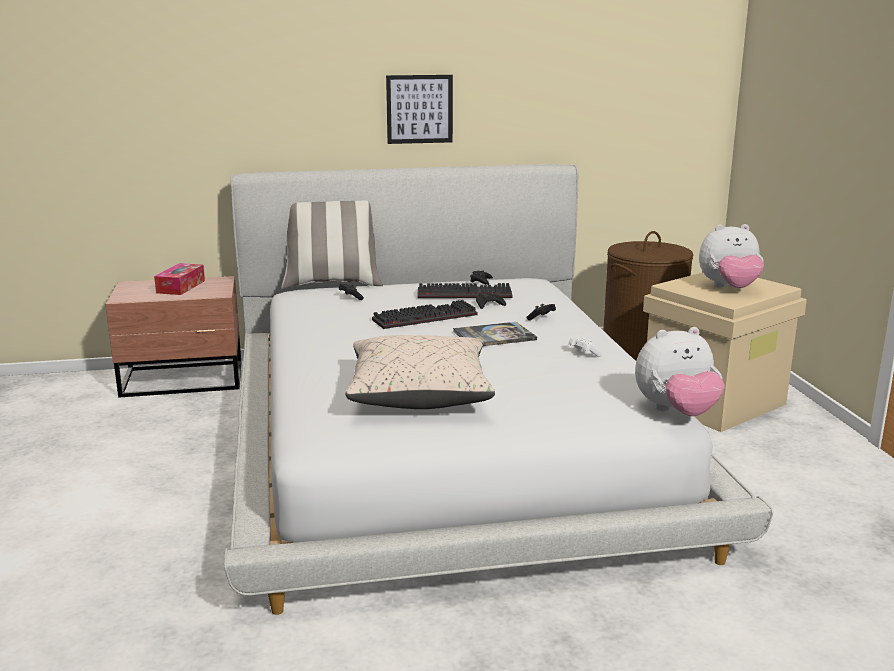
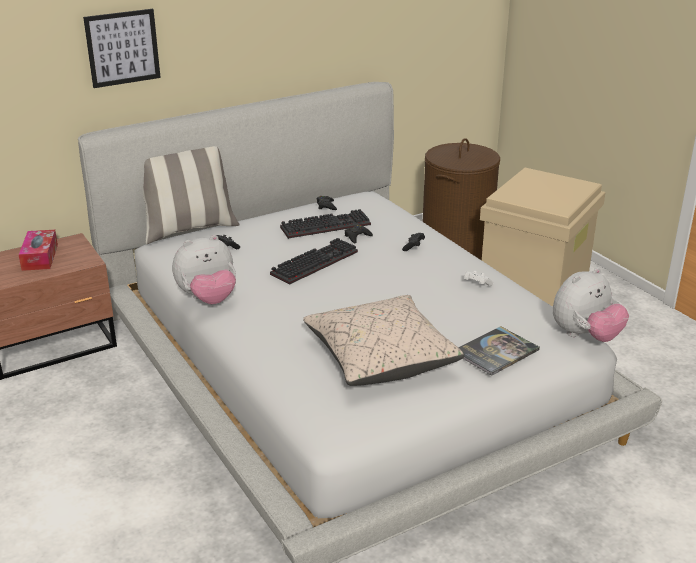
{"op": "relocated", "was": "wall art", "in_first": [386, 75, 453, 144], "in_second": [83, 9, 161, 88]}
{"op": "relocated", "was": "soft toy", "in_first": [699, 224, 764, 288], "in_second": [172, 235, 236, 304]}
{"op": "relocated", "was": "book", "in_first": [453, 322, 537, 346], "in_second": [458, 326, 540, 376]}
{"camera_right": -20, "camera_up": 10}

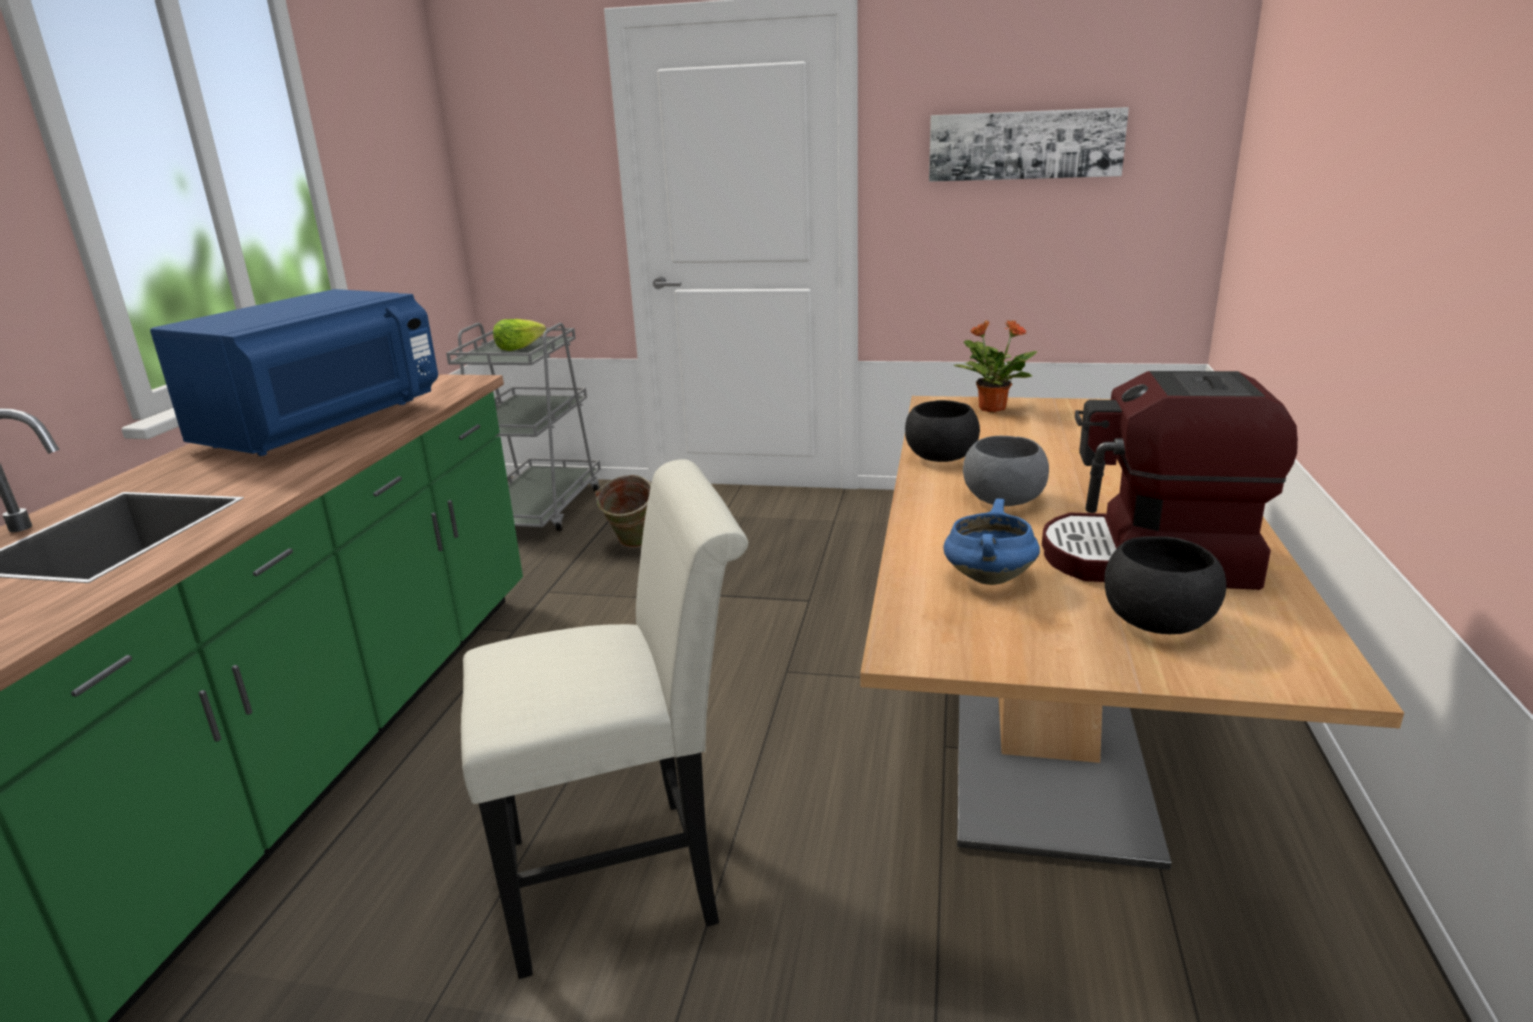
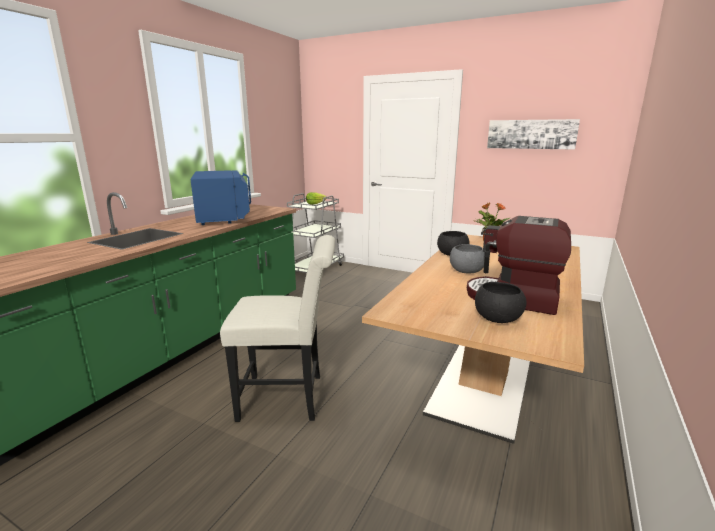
{"op": "spun", "was": "bluish kitchen microwave", "in_first": [150, 289, 438, 456], "in_second": [191, 170, 251, 225], "clockwise": -60}
{"op": "missing", "was": "green-coloured water bucket", "in_first": [595, 475, 652, 548]}
{"op": "missing", "was": "bluish cooking pot", "in_first": [943, 498, 1040, 585]}
{"camera_right": 15, "camera_up": -5}

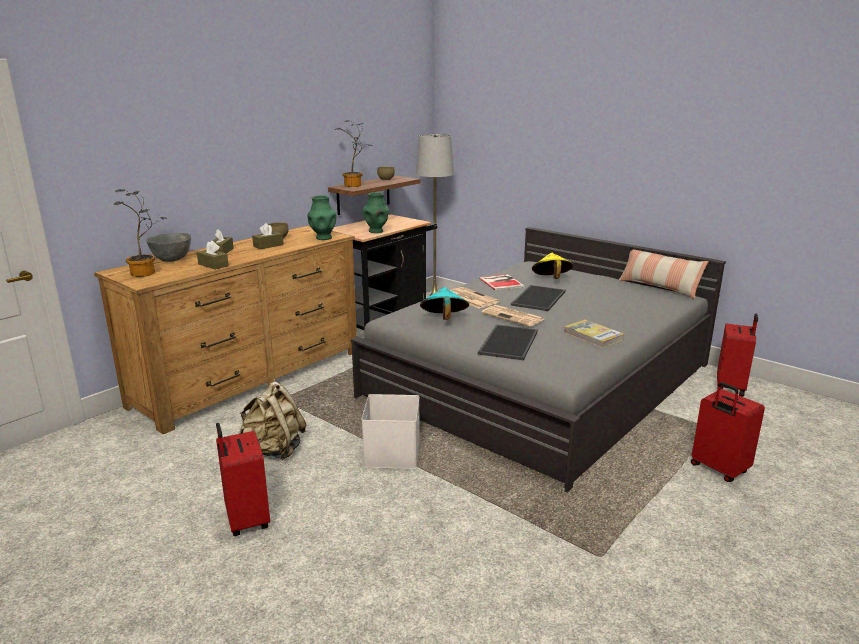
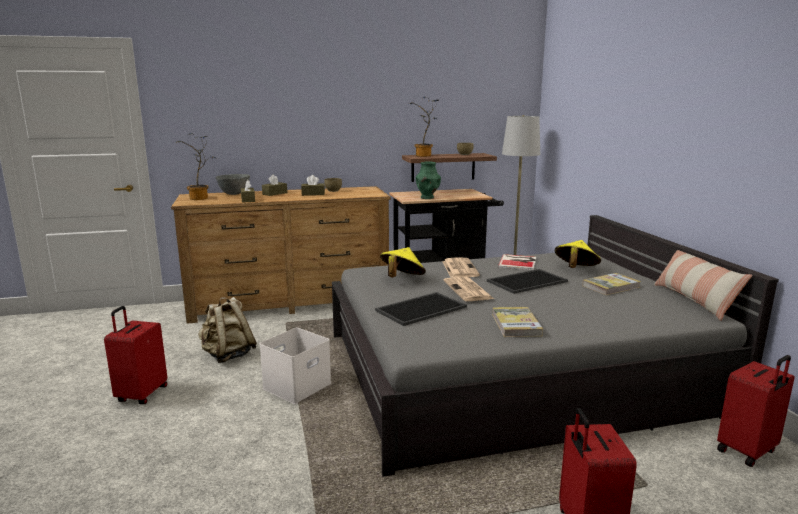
{"op": "missing", "was": "green-coloured decorative vase", "in_first": [308, 195, 337, 240]}
{"op": "colour", "was": "blue-green hat", "now": "yellow hat", "in_first": [420, 287, 469, 320], "in_second": [380, 247, 426, 277]}
{"op": "appeared", "now": "book", "in_second": [582, 273, 641, 295]}
{"camera_right": 35, "camera_up": -5}

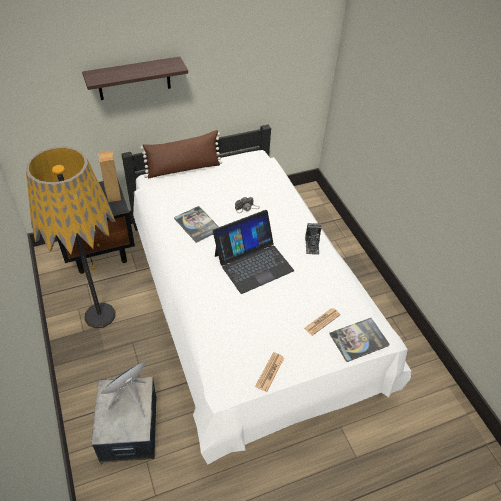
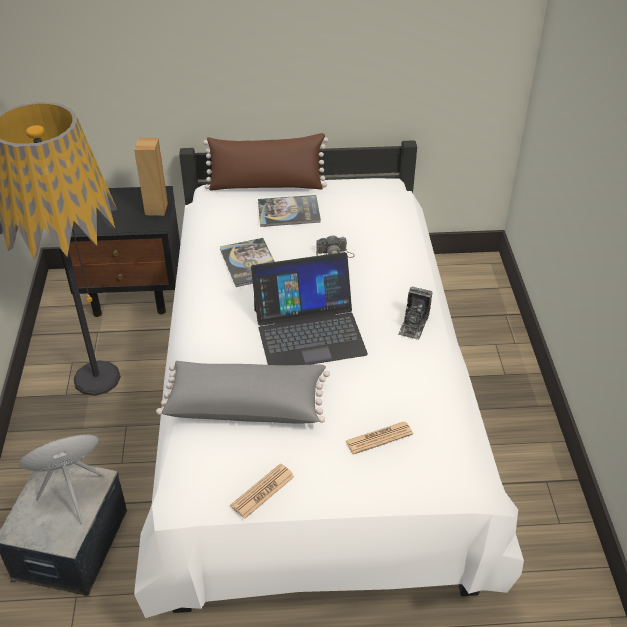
{"op": "missing", "was": "shelf", "in_first": [82, 56, 188, 100]}
{"op": "relocated", "was": "book", "in_first": [329, 318, 390, 362], "in_second": [258, 195, 321, 227]}
{"op": "appeared", "now": "gray cushion", "in_second": [156, 361, 330, 423]}
{"camera_right": 20, "camera_up": -5}

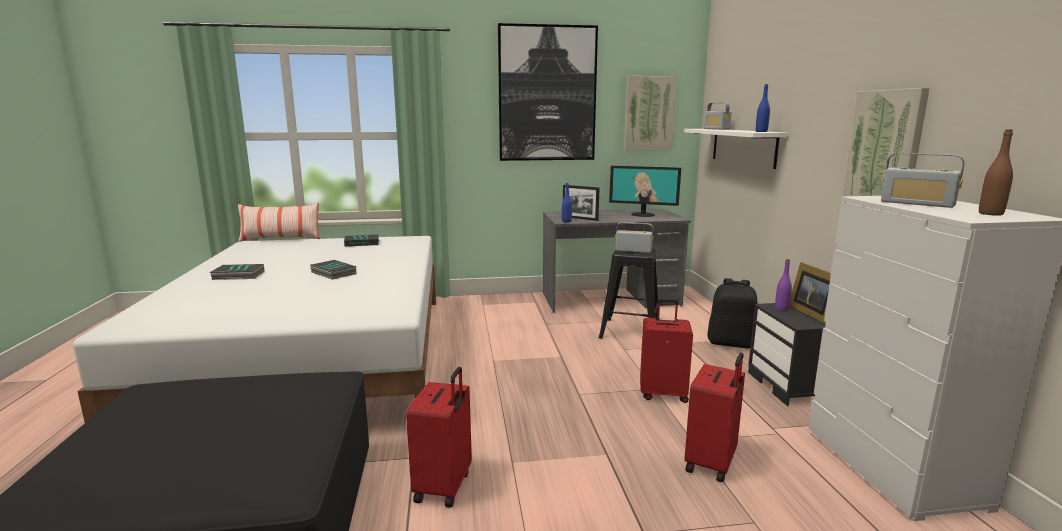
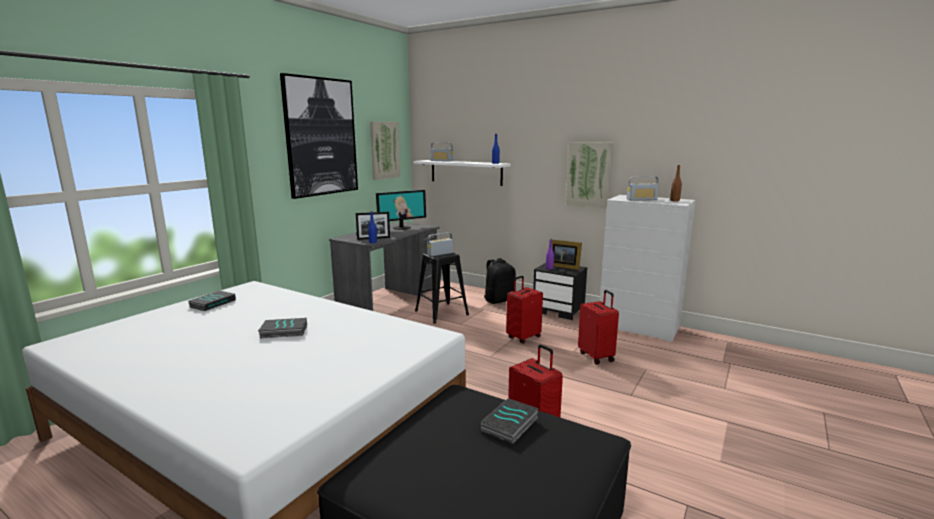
{"op": "missing", "was": "cushion", "in_first": [238, 203, 320, 242]}
{"op": "relocated", "was": "book", "in_first": [210, 264, 265, 280], "in_second": [481, 398, 539, 444]}
{"camera_right": -50, "camera_up": 0}

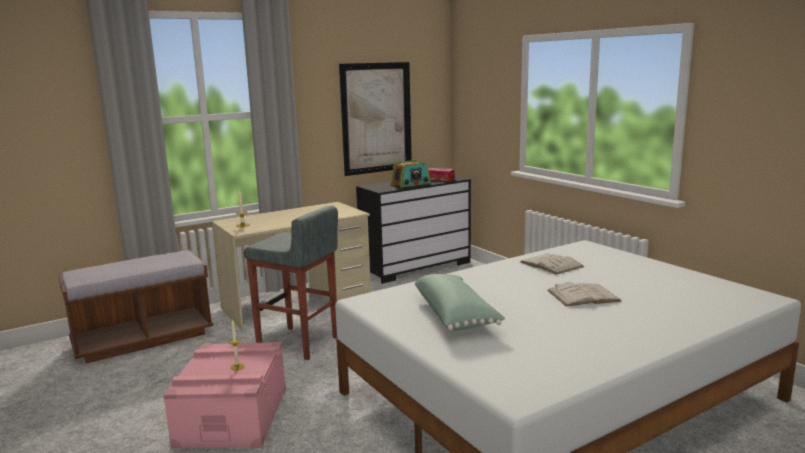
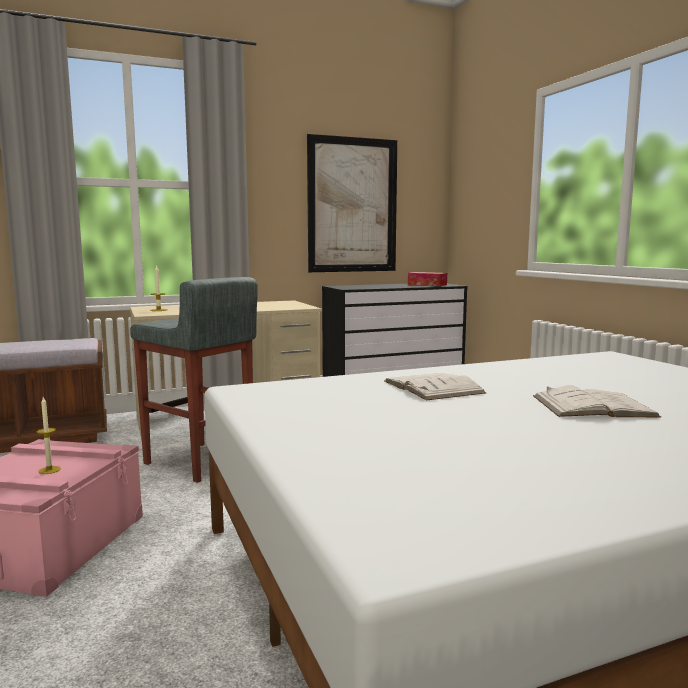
{"op": "missing", "was": "radio", "in_first": [391, 160, 431, 188]}
{"op": "relocated", "was": "white book", "in_first": [520, 254, 584, 275], "in_second": [385, 373, 486, 401]}
{"op": "missing", "was": "green-coloured cushion", "in_first": [415, 274, 505, 330]}
{"camera_right": 10, "camera_up": -5}

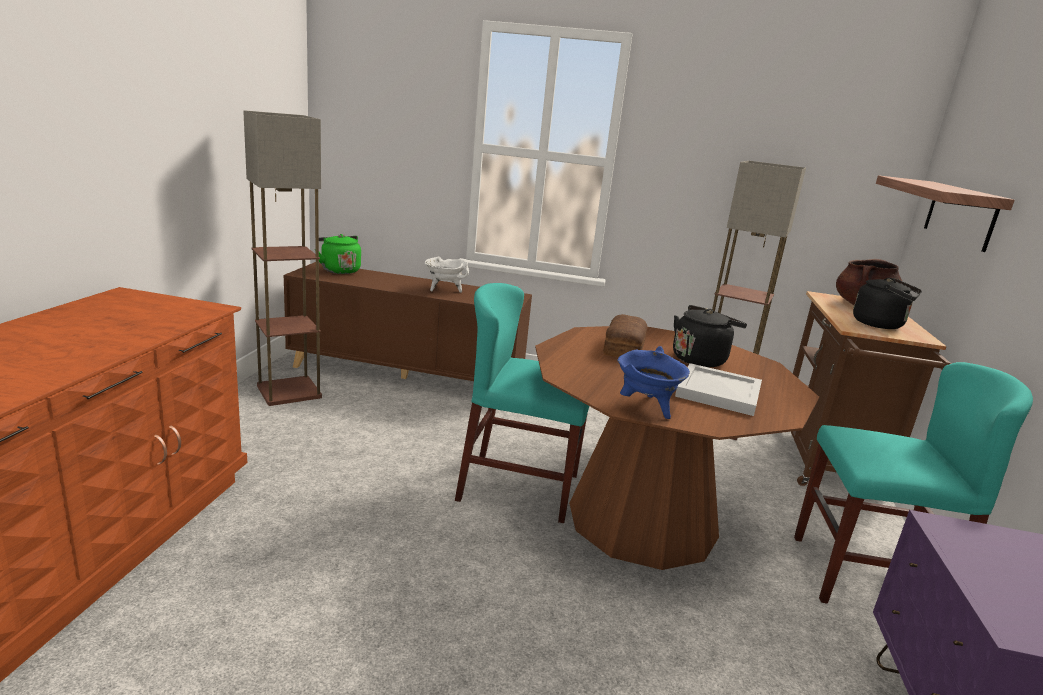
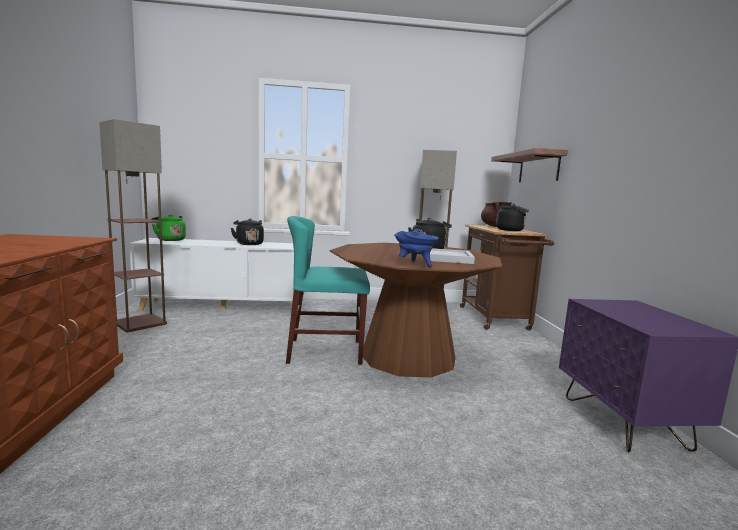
{"op": "exchanged", "was": "white cooking pot", "now": "black tea kettle", "in_first": [425, 257, 469, 293], "in_second": [231, 219, 264, 245]}
{"op": "colour", "was": "brown-coloured cabinet", "now": "white cabinet", "in_first": [283, 262, 532, 381], "in_second": [129, 238, 304, 311]}
{"op": "missing", "was": "bakery bread", "in_first": [603, 314, 647, 357]}
{"op": "missing", "was": "blue-green upright chair", "in_first": [794, 362, 1033, 604]}
{"camera_right": -15, "camera_up": -10}

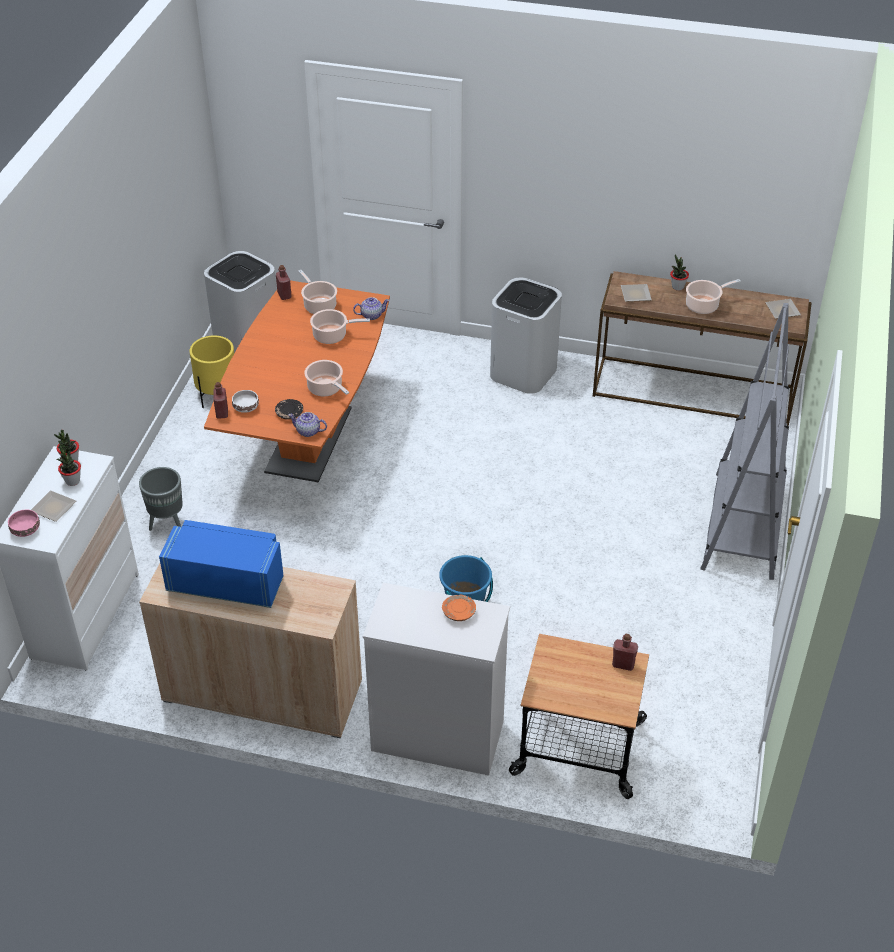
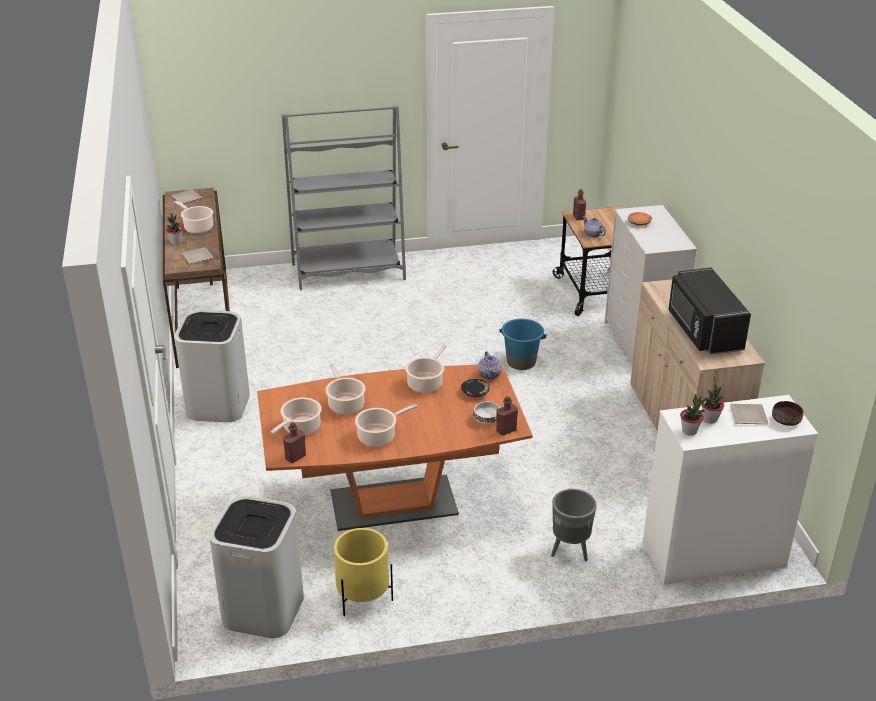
{"op": "relocated", "was": "pot for tea", "in_first": [353, 297, 389, 320], "in_second": [583, 216, 606, 238]}
{"op": "colour", "was": "pinkish serving bowl", "now": "brown-coloured serving bowl", "in_first": [8, 510, 40, 537], "in_second": [772, 401, 803, 426]}
{"op": "colour", "was": "bluish kitchen microwave", "now": "black kitchen microwave", "in_first": [159, 520, 284, 608], "in_second": [668, 267, 751, 355]}
{"op": "appeared", "now": "cooking pot", "in_second": [355, 404, 418, 447]}
{"camera_right": -115, "camera_up": -10}

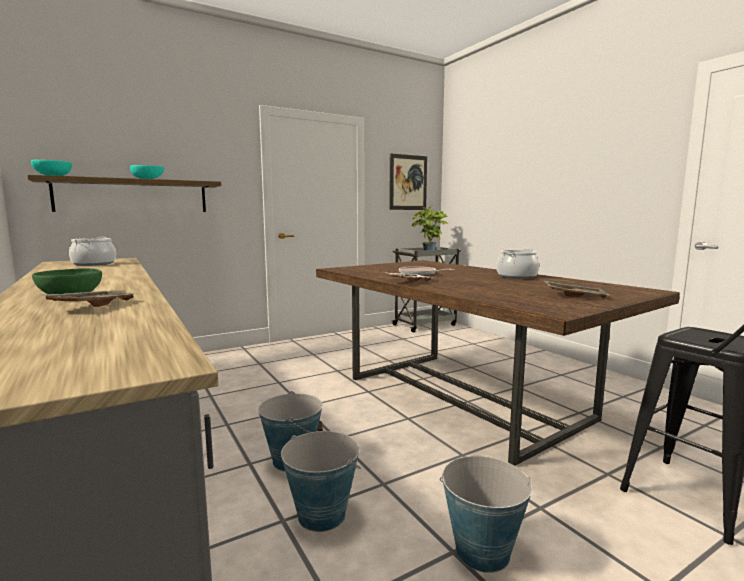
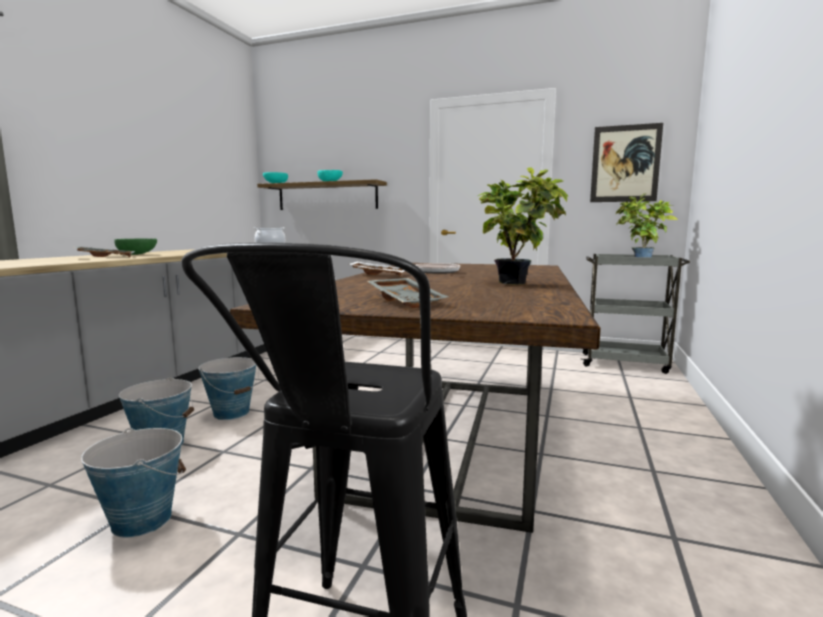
{"op": "exchanged", "was": "cooking pot", "now": "potted plant", "in_first": [496, 249, 539, 279], "in_second": [478, 167, 568, 284]}
{"camera_right": 50, "camera_up": 0}

